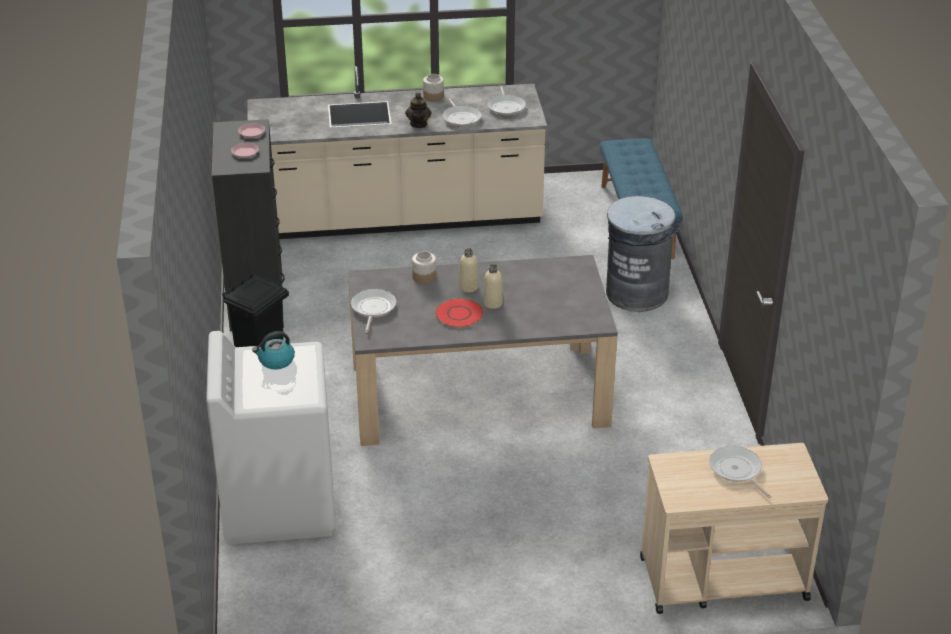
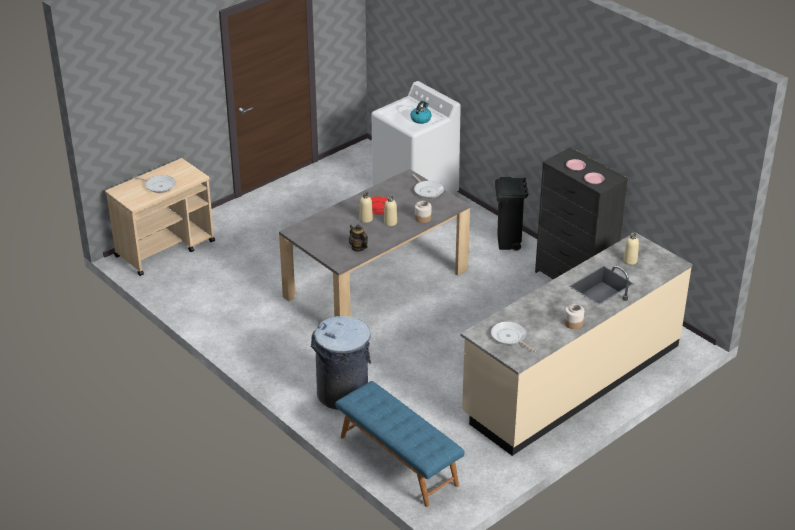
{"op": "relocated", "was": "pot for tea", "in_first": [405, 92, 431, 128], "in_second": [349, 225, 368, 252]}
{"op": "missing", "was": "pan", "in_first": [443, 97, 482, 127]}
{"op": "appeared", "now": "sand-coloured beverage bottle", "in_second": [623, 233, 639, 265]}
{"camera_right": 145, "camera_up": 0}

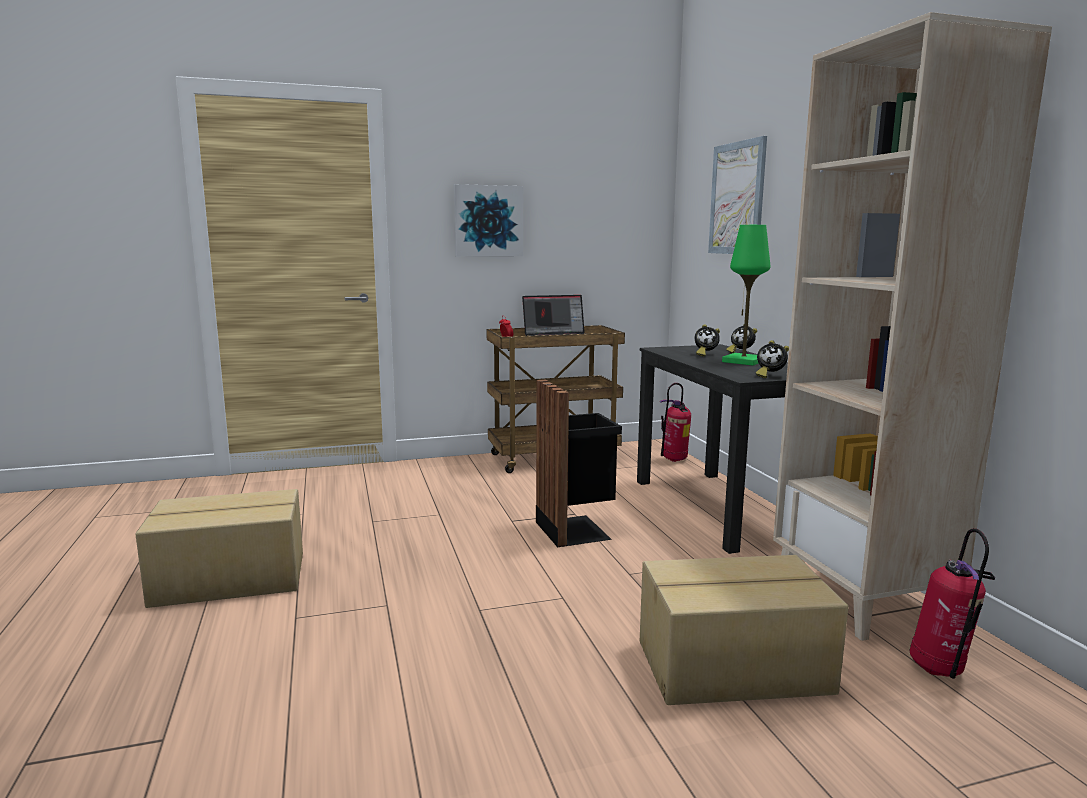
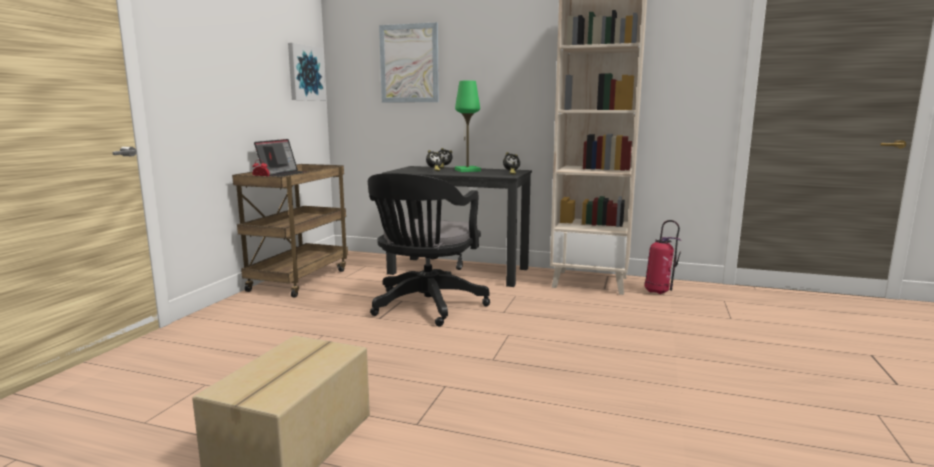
{"op": "relocated", "was": "wall art", "in_first": [454, 184, 523, 257], "in_second": [288, 43, 326, 101]}
{"op": "exchanged", "was": "black rubbish bin", "now": "black desk chair", "in_first": [536, 379, 622, 547], "in_second": [368, 173, 490, 326]}
{"op": "missing", "was": "fire extinguisher", "in_first": [660, 383, 691, 462]}
{"op": "missing", "was": "carton", "in_first": [640, 555, 849, 705]}
{"camera_right": -55, "camera_up": 0}

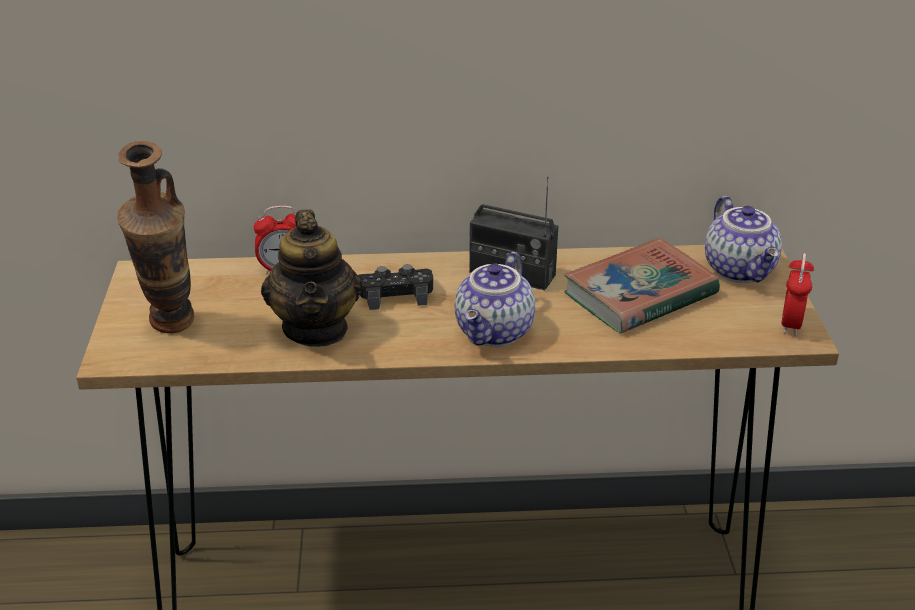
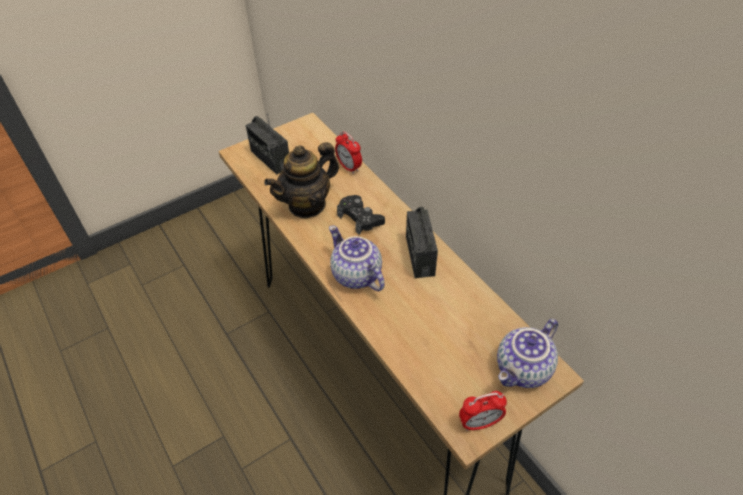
{"op": "exchanged", "was": "decorative vase", "now": "radio", "in_first": [117, 141, 194, 334], "in_second": [245, 114, 289, 175]}
{"op": "missing", "was": "book", "in_first": [564, 238, 720, 333]}
{"op": "spun", "was": "pot for tea", "in_first": [455, 252, 535, 347], "in_second": [329, 225, 385, 291], "clockwise": 60}
{"camera_right": 60, "camera_up": 15}

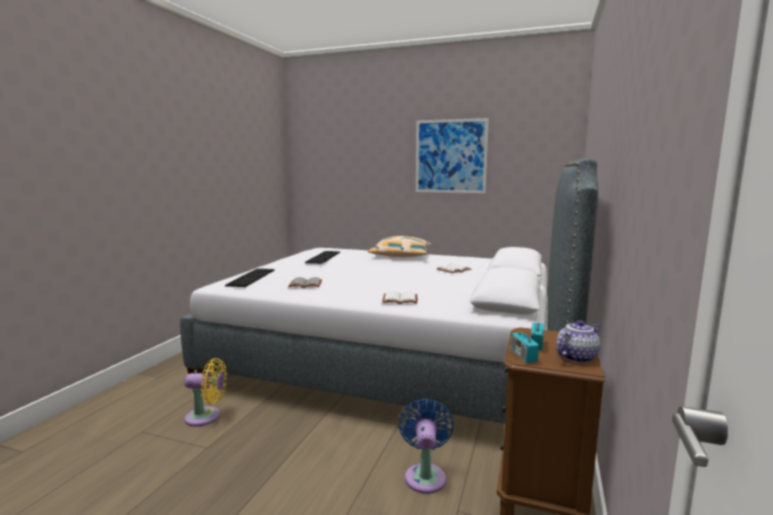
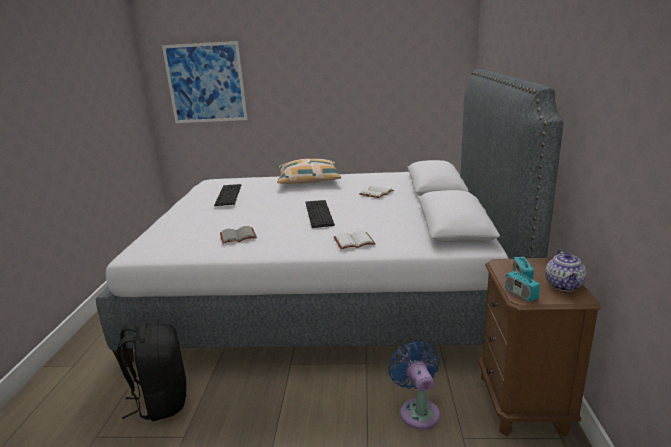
{"op": "relocated", "was": "wall art", "in_first": [416, 118, 489, 193], "in_second": [162, 41, 248, 123]}
{"op": "relocated", "was": "keyboard", "in_first": [225, 269, 275, 287], "in_second": [306, 200, 335, 228]}
{"op": "spun", "was": "pot for tea", "in_first": [556, 320, 600, 363], "in_second": [545, 249, 587, 291], "clockwise": 150}
{"op": "exchanged", "was": "yellow fan", "now": "black knapsack", "in_first": [184, 358, 227, 427], "in_second": [117, 323, 186, 421]}
{"camera_right": -15, "camera_up": 10}

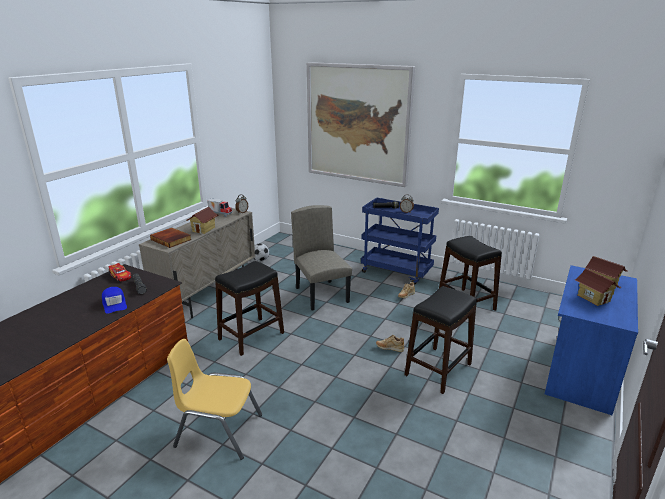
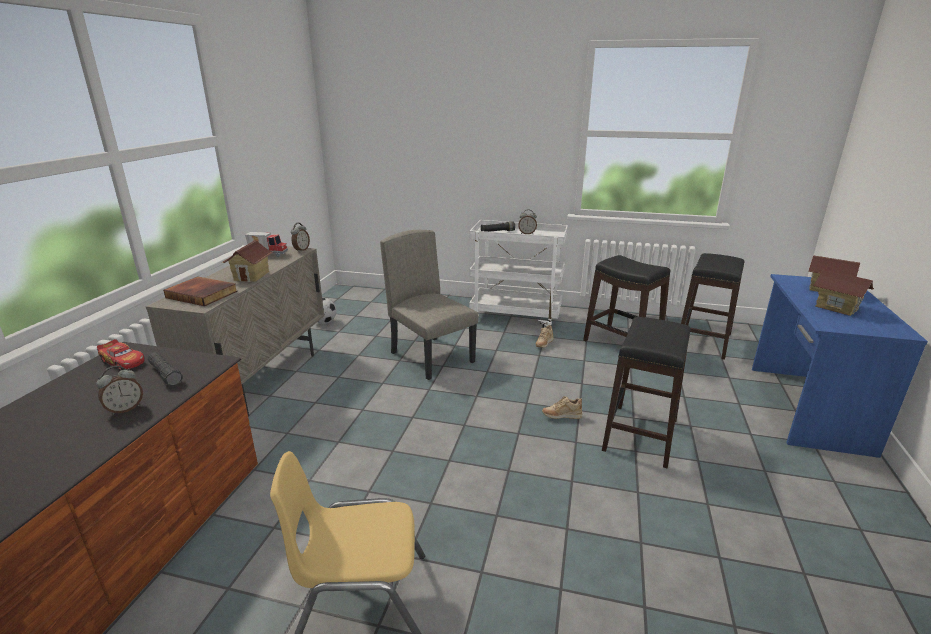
{"op": "missing", "was": "wall art", "in_first": [307, 62, 415, 187]}
{"op": "colour", "was": "bluish cart", "now": "white cart", "in_first": [361, 197, 439, 285], "in_second": [469, 220, 568, 328]}
{"op": "relocated", "was": "black sitting stool", "in_first": [215, 261, 284, 356], "in_second": [681, 253, 744, 360]}
{"op": "exchanged", "was": "bluish peaked cap", "now": "table clock", "in_first": [102, 287, 127, 314], "in_second": [96, 366, 143, 415]}
{"camera_right": -15, "camera_up": 0}

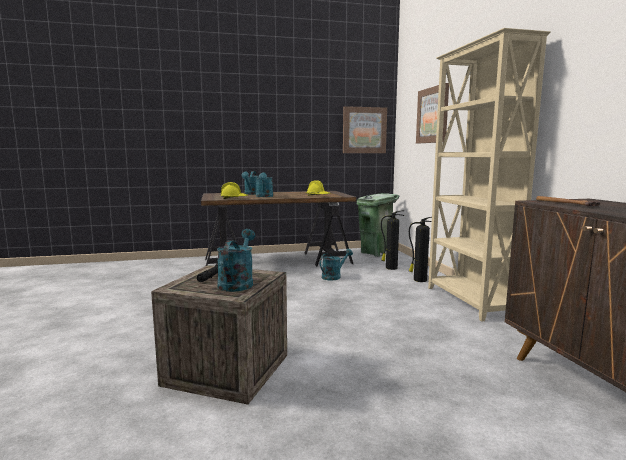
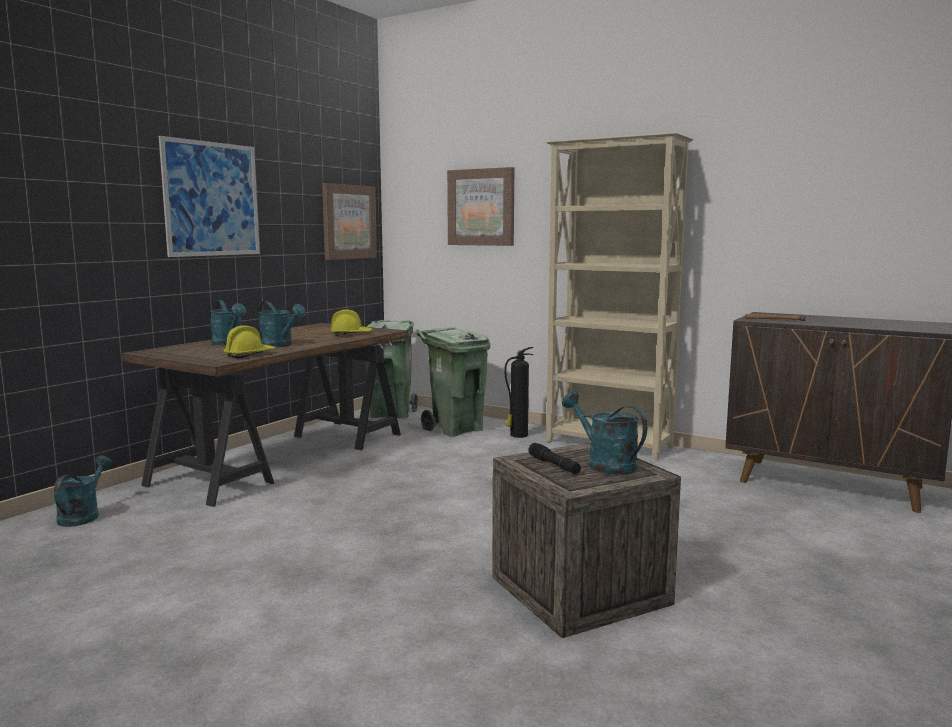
{"op": "exchanged", "was": "fire extinguisher", "now": "green-coloured rubbish bin", "in_first": [381, 210, 404, 270], "in_second": [417, 327, 490, 436]}
{"op": "relocated", "was": "blue-green watering can", "in_first": [320, 249, 353, 280], "in_second": [54, 456, 112, 527]}
{"op": "appeared", "now": "wall art", "in_second": [159, 136, 260, 257]}
{"camera_right": -45, "camera_up": 0}

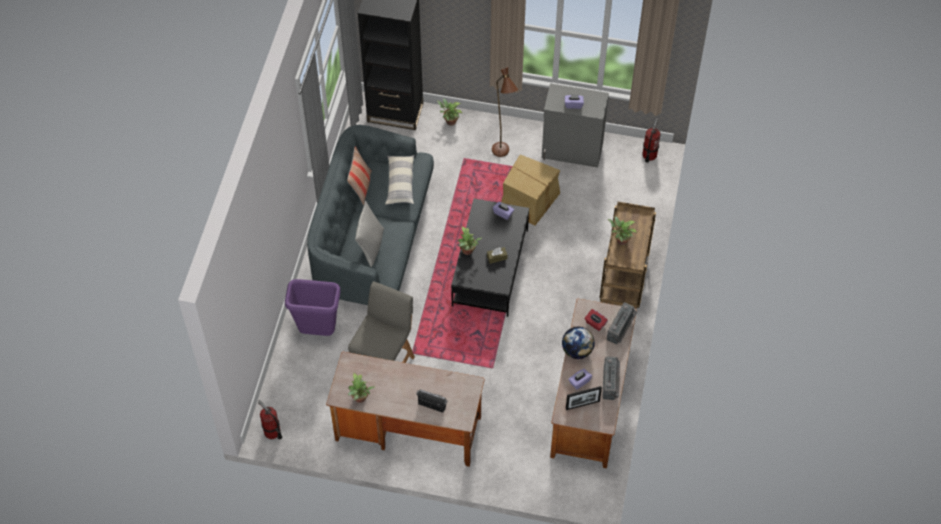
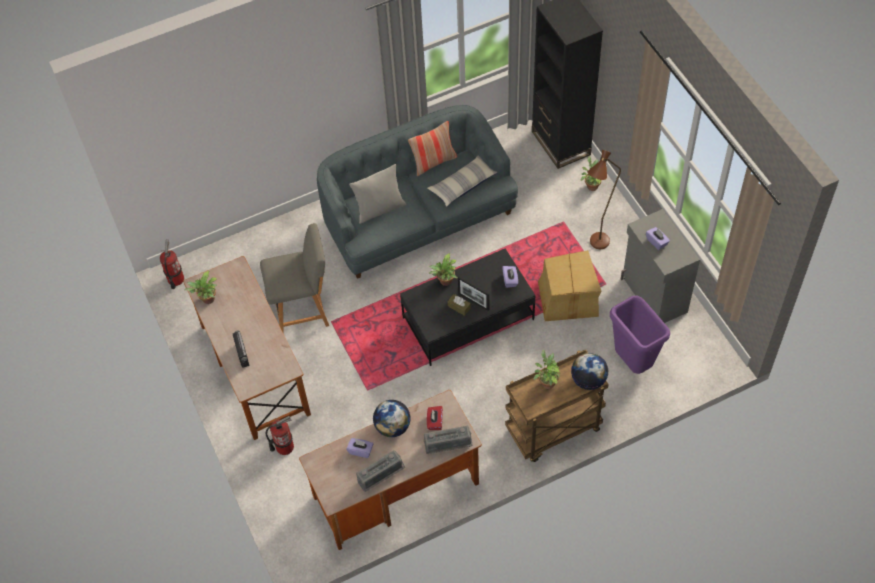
{"op": "relocated", "was": "fire extinguisher", "in_first": [642, 118, 660, 163], "in_second": [266, 416, 294, 455]}
{"op": "relocated", "was": "purplish rubbish bin", "in_first": [285, 279, 340, 336], "in_second": [610, 296, 670, 374]}
{"op": "relocated", "was": "photo frame", "in_first": [566, 386, 602, 410], "in_second": [458, 276, 489, 311]}
{"op": "appeared", "now": "desk globe", "in_second": [571, 353, 609, 390]}
{"camera_right": 55, "camera_up": 0}

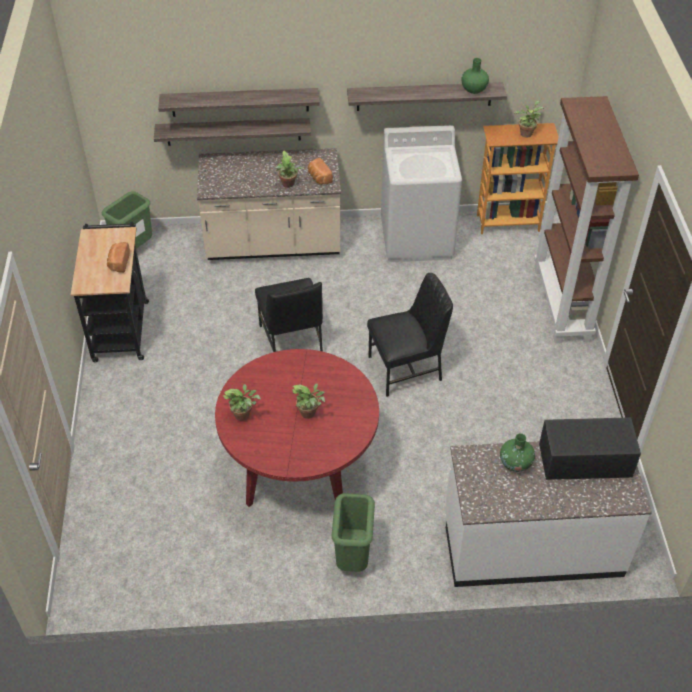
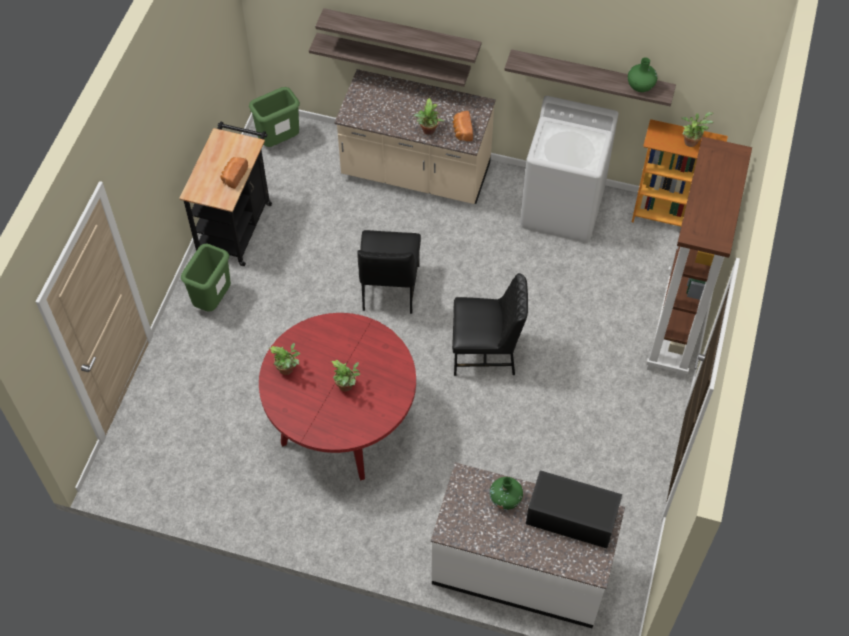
{"op": "relocated", "was": "green-coloured rubbish bin", "in_first": [332, 493, 375, 572], "in_second": [181, 244, 231, 312]}
{"camera_right": 20, "camera_up": 10}

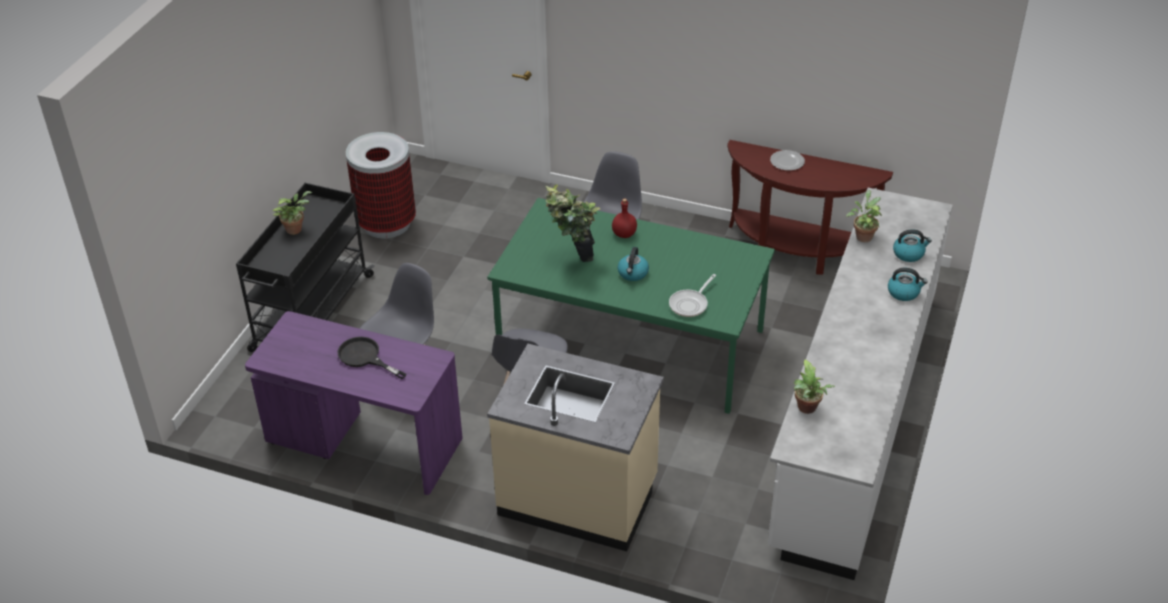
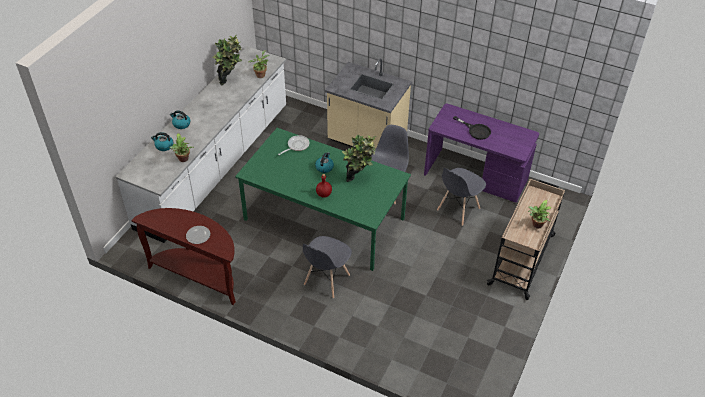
{"op": "missing", "was": "rubbish bin", "in_first": [346, 132, 416, 238]}
{"op": "colour", "was": "black cart", "now": "sand-coloured cart", "in_first": [236, 183, 375, 352], "in_second": [487, 179, 565, 300]}
{"op": "appeared", "now": "potted plant", "in_second": [213, 34, 242, 86]}
{"camera_right": -175, "camera_up": 5}

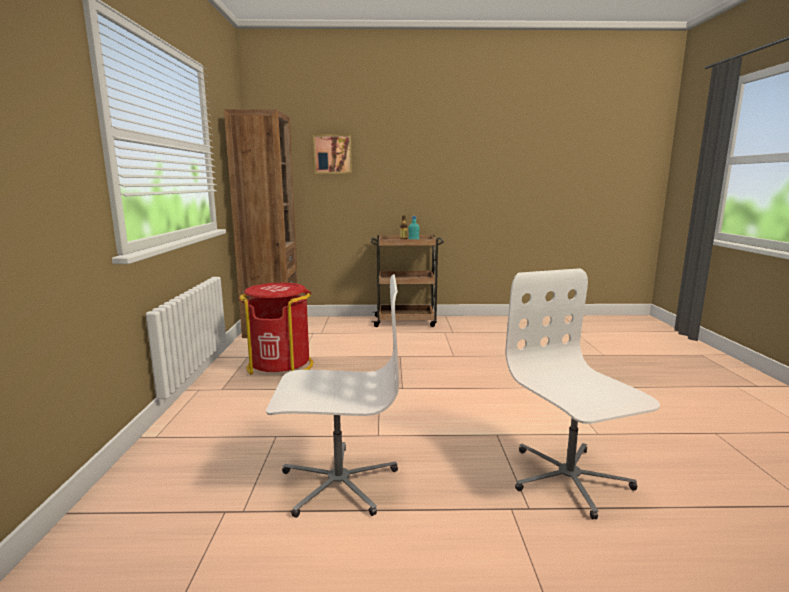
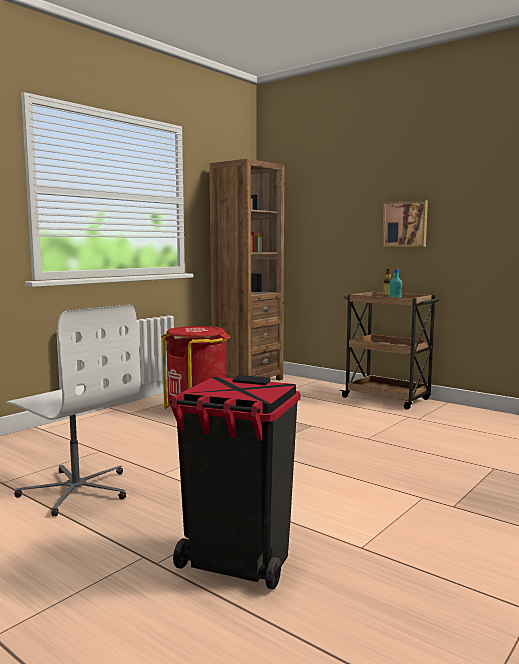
{"op": "relocated", "was": "wall art", "in_first": [313, 135, 352, 174], "in_second": [382, 200, 428, 247]}
{"op": "exchanged", "was": "white desk chair", "now": "black rubbish bin", "in_first": [505, 268, 660, 520], "in_second": [170, 375, 300, 589]}
{"camera_right": 40, "camera_up": -5}

